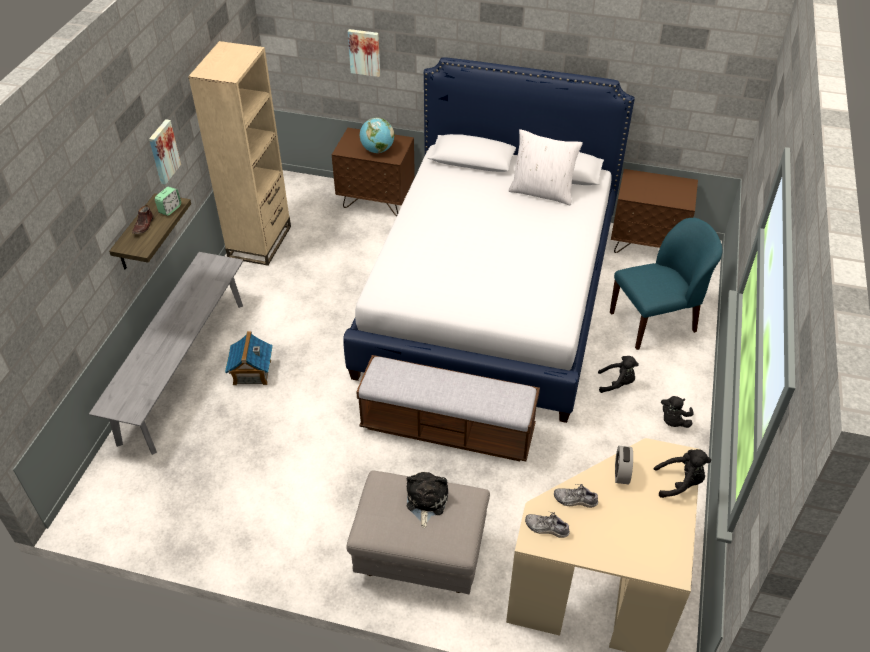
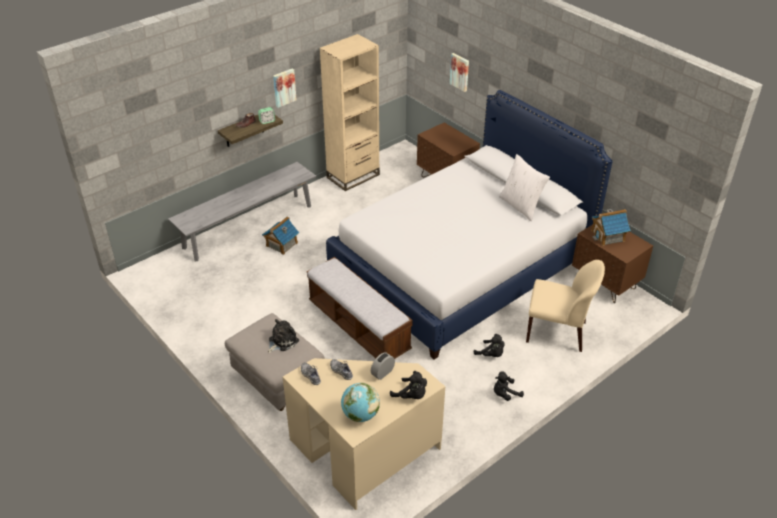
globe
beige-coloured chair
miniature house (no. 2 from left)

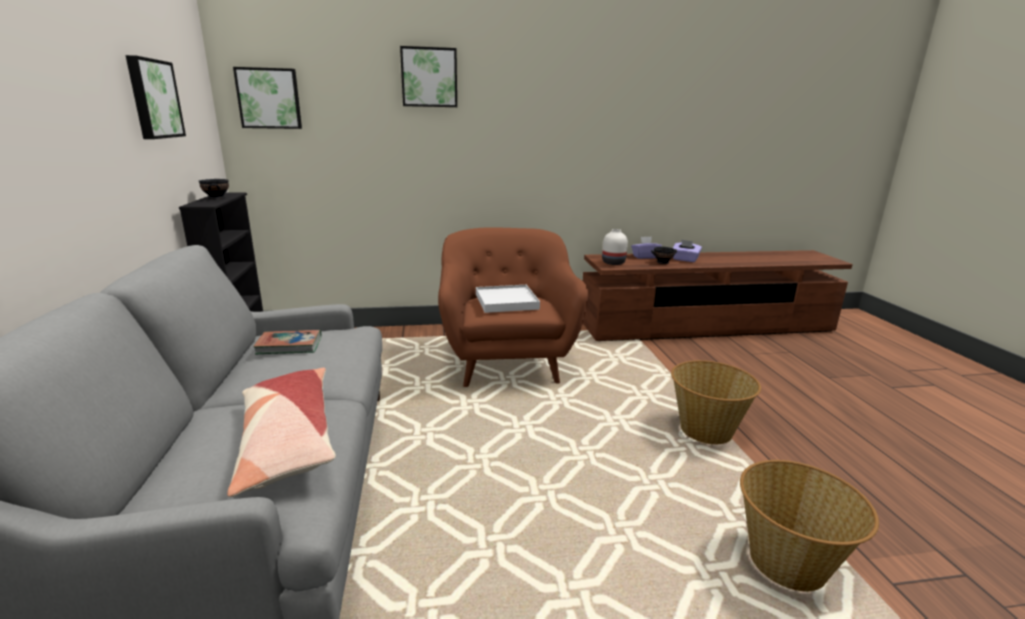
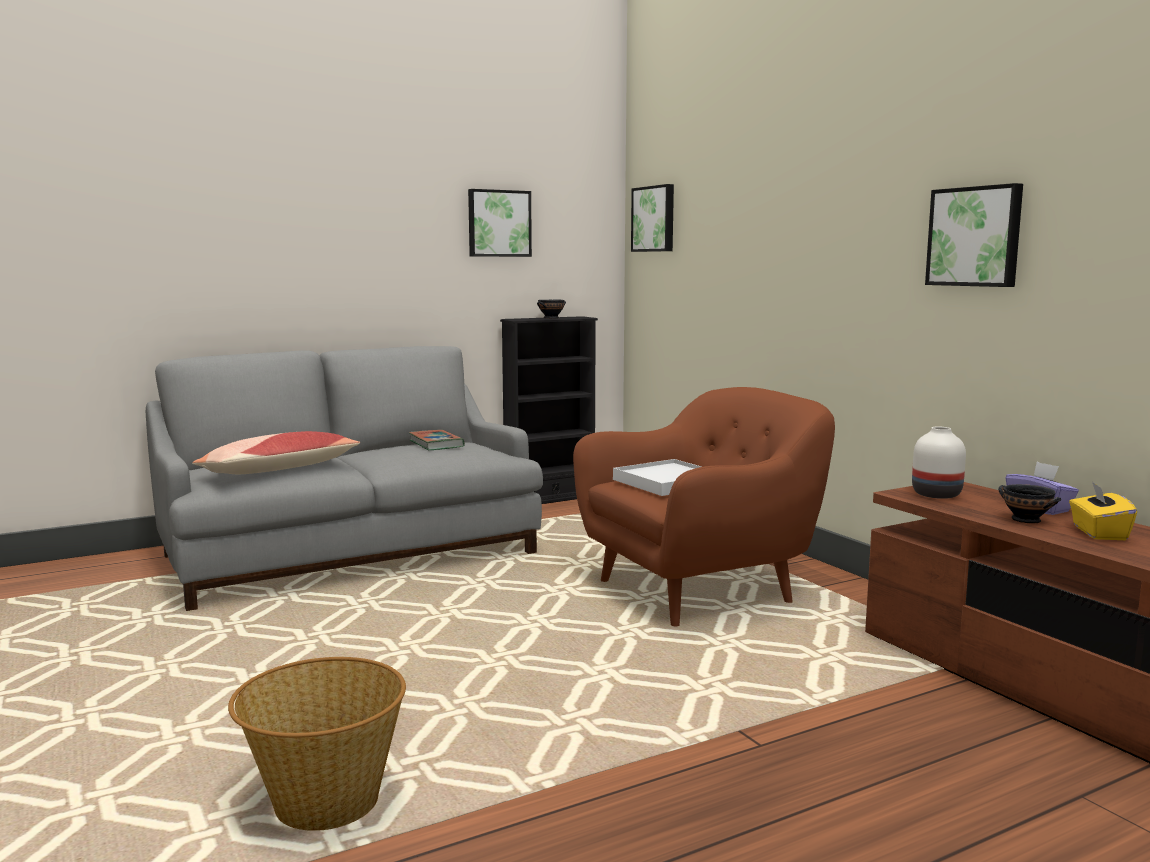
wall picture (no. 3 from left)
yellowish tissue box
storage basket (no. 1 from left in the first image)

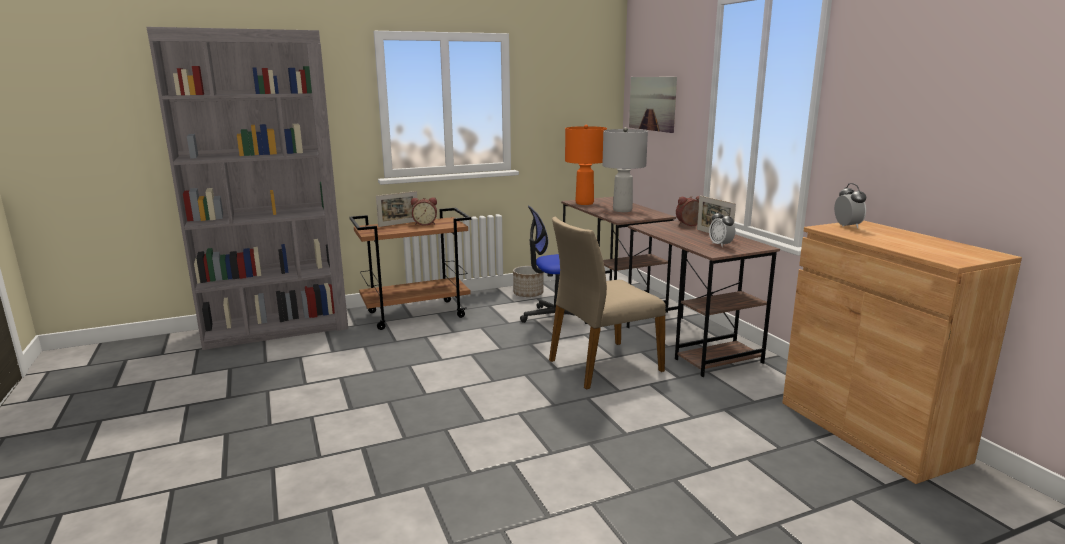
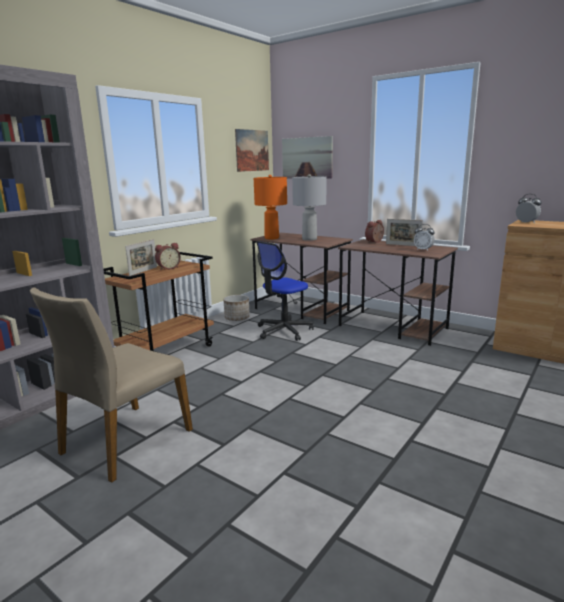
beige-coloured chair
wall picture (no. 1 from left)

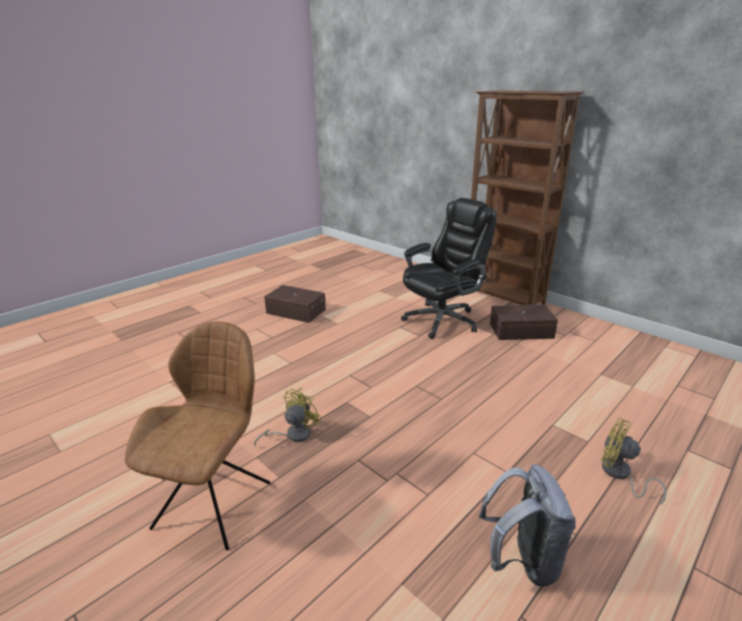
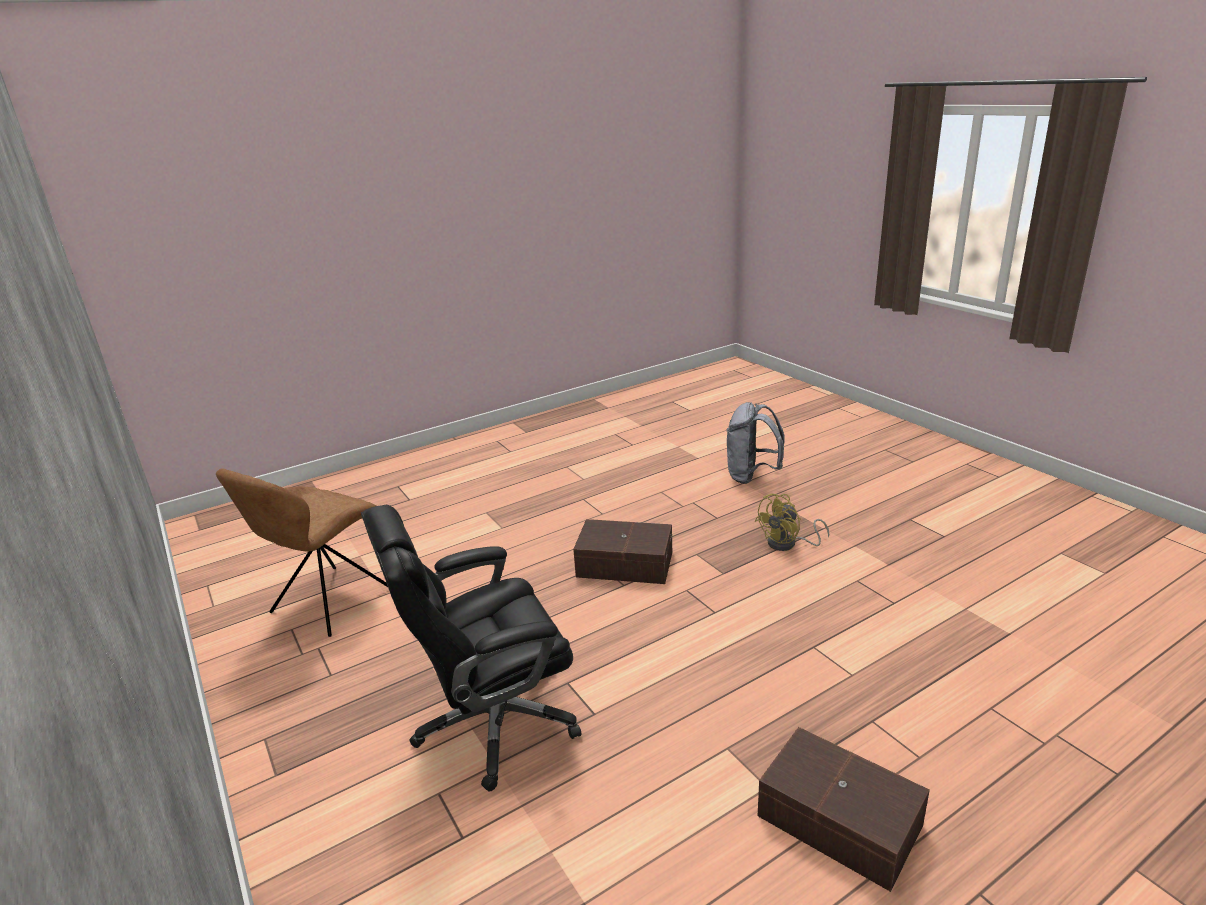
brown shelving unit
brown storage box (no. 1 from left)
brown chair
yellowish electric fan (no. 2 from left in the first image)
gray backpack

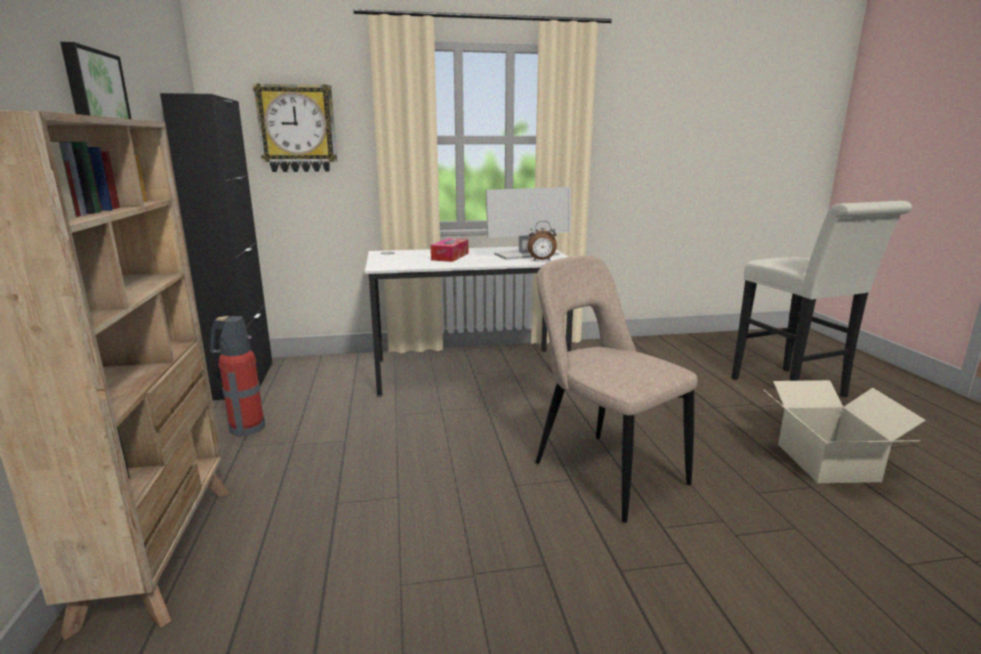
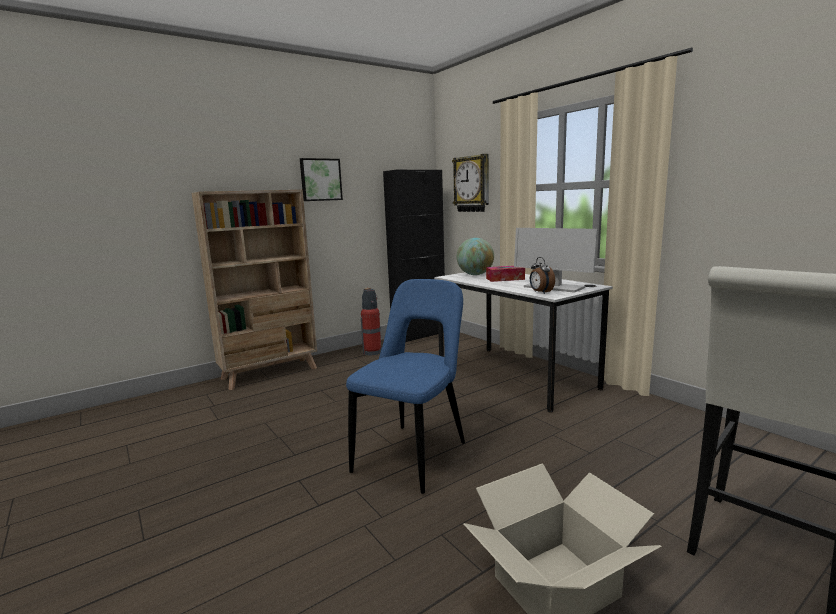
bluish chair
globe

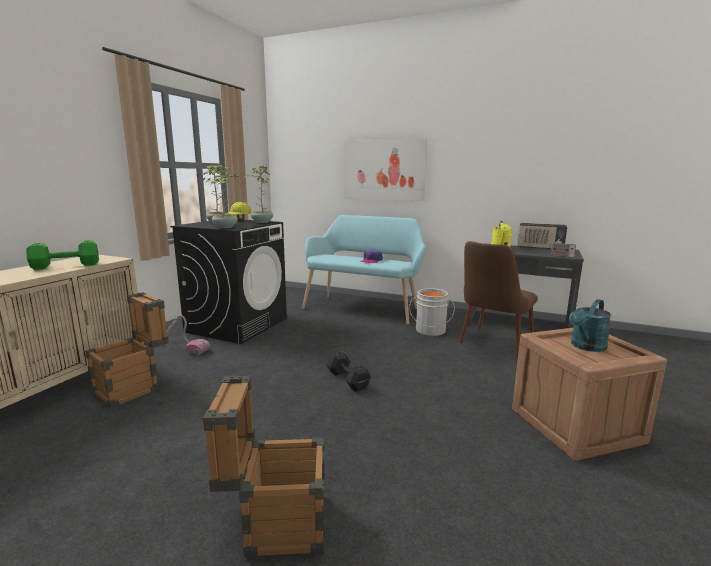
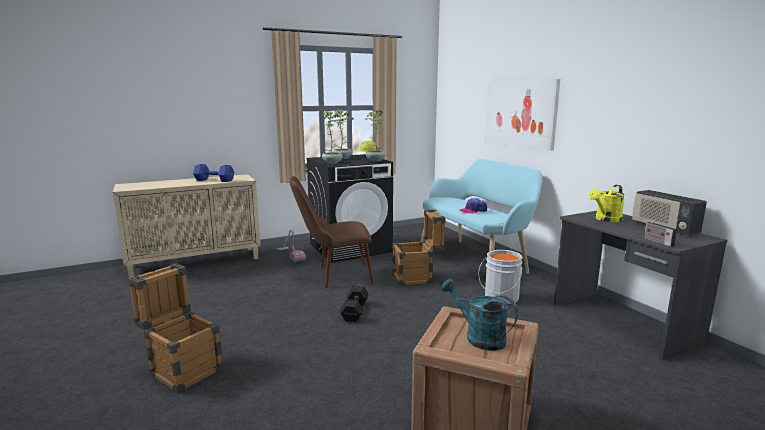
bluish dumbbell
brown chair
crate (no. 2 from left)
turquoise watering pot

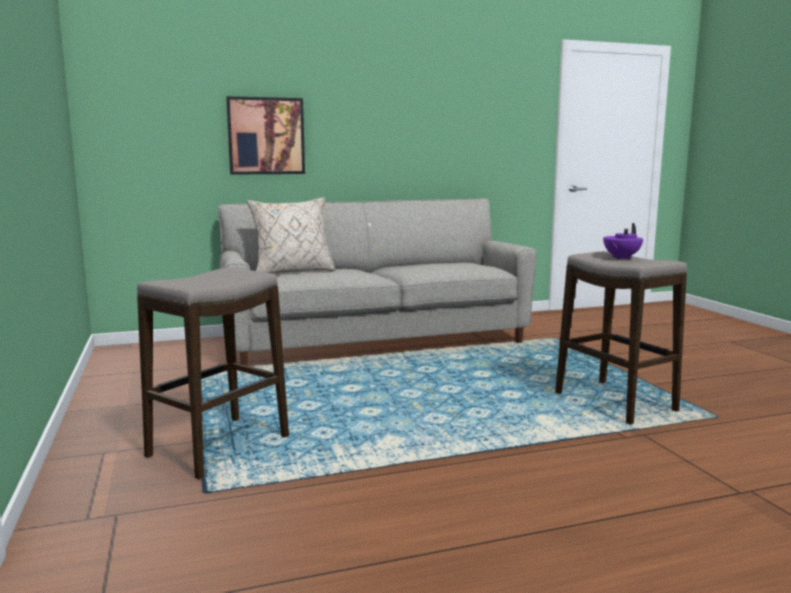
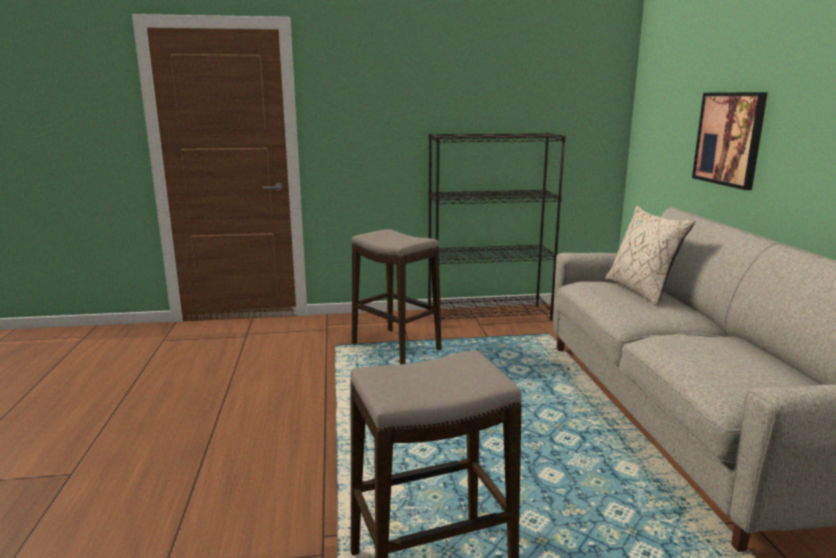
purple-coloured teapot
blackish shelving unit

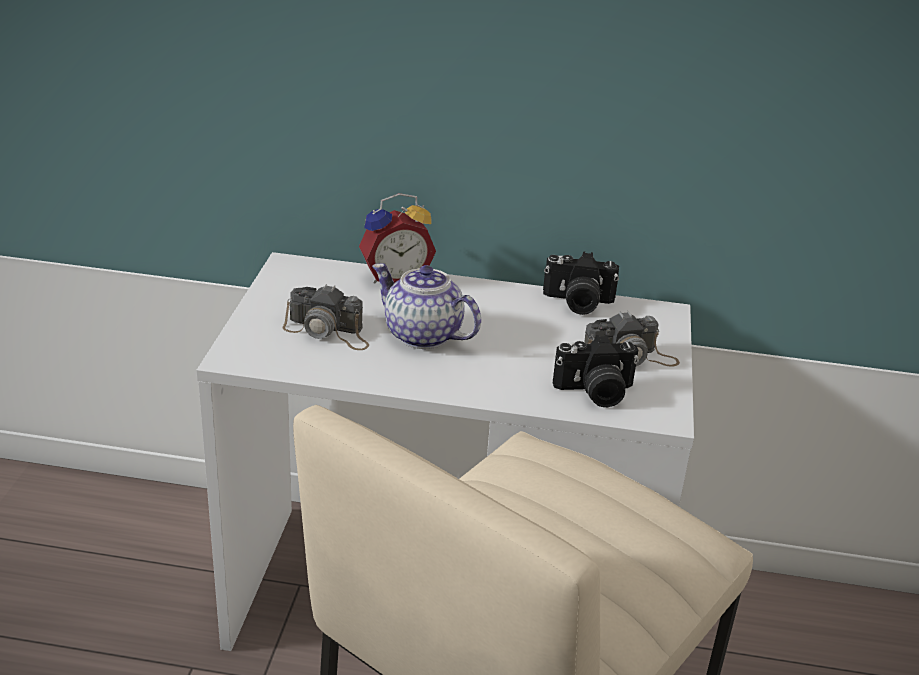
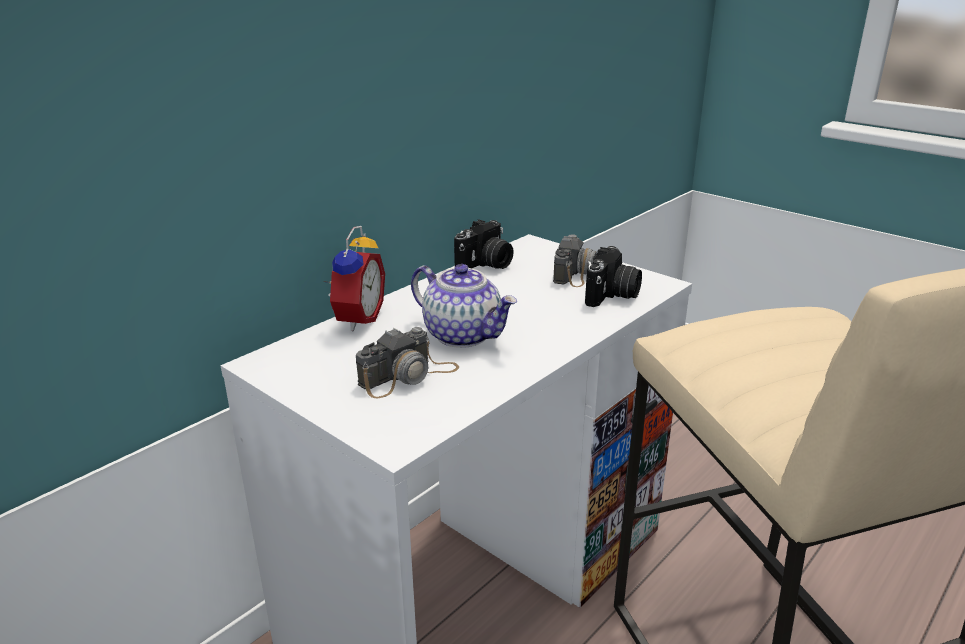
teapot

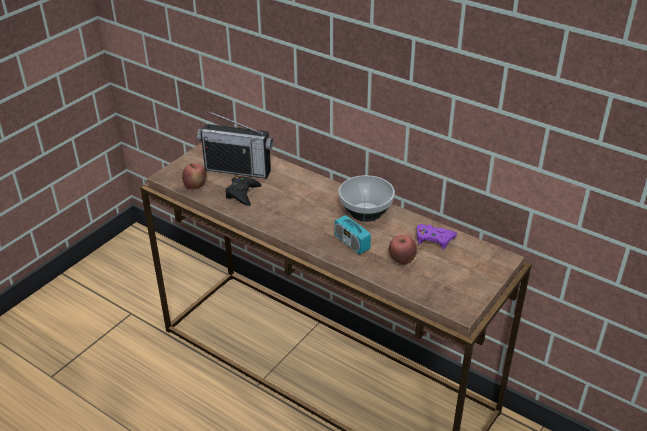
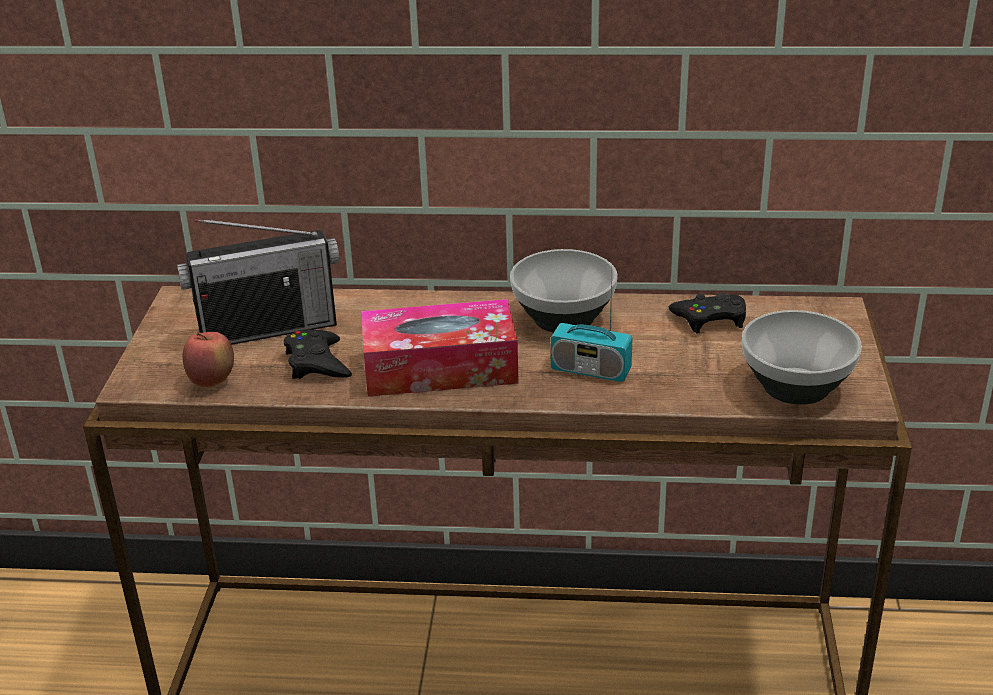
blackish game controller (no. 2 from left)
apple (no. 2 from left in the first image)
tissue box
bowl (no. 2 from left)

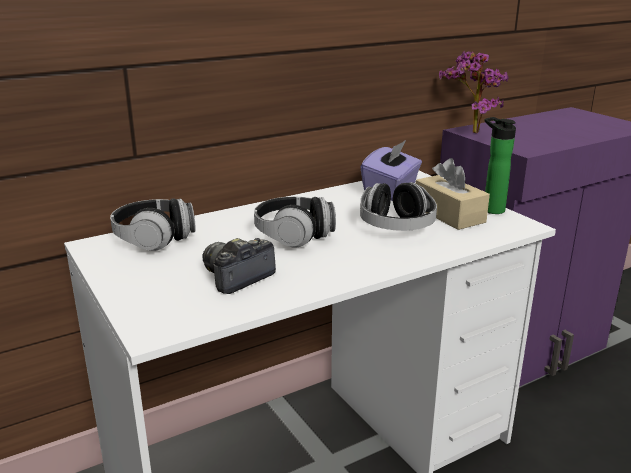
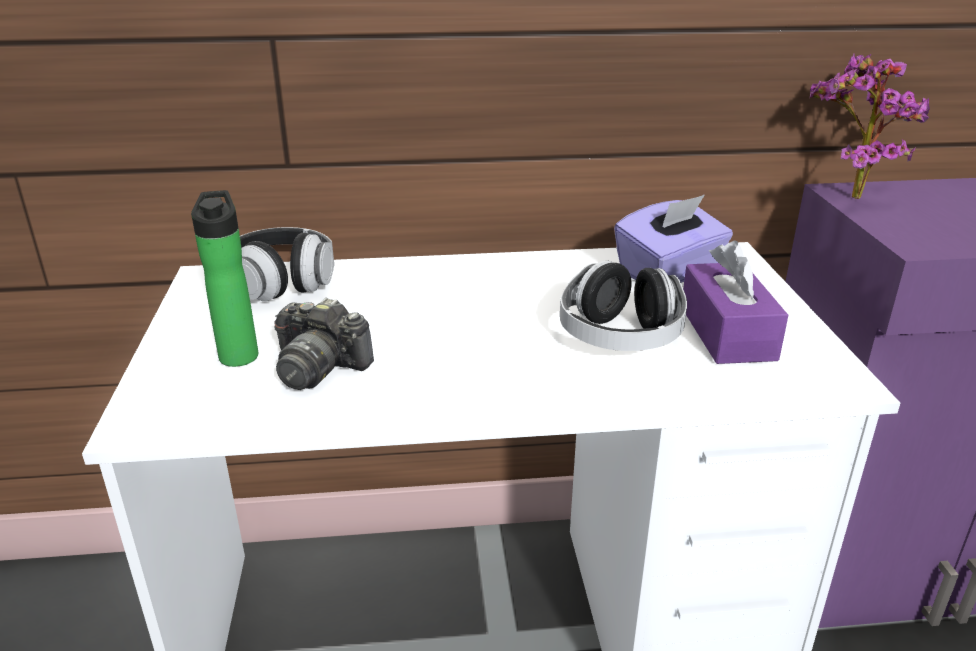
beverage bottle
purple-coloured tissue box (no. 2 from left)
headset (no. 2 from left in the first image)
photo camera

